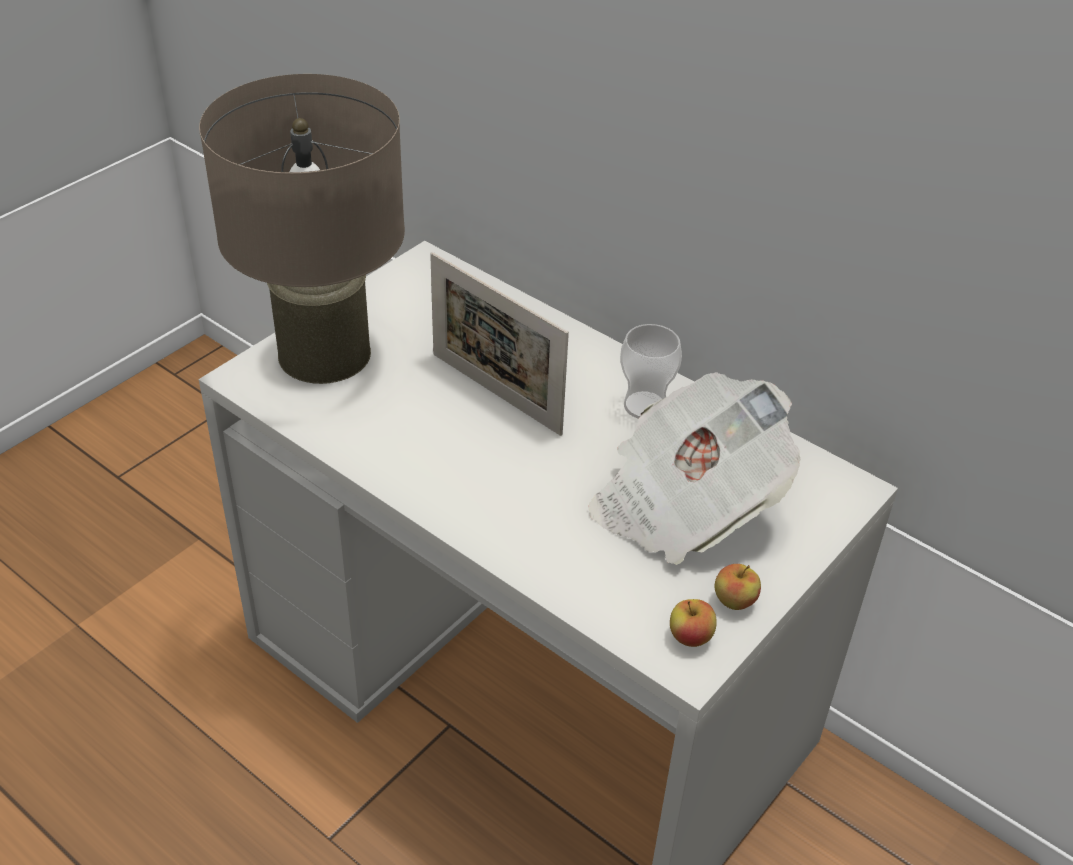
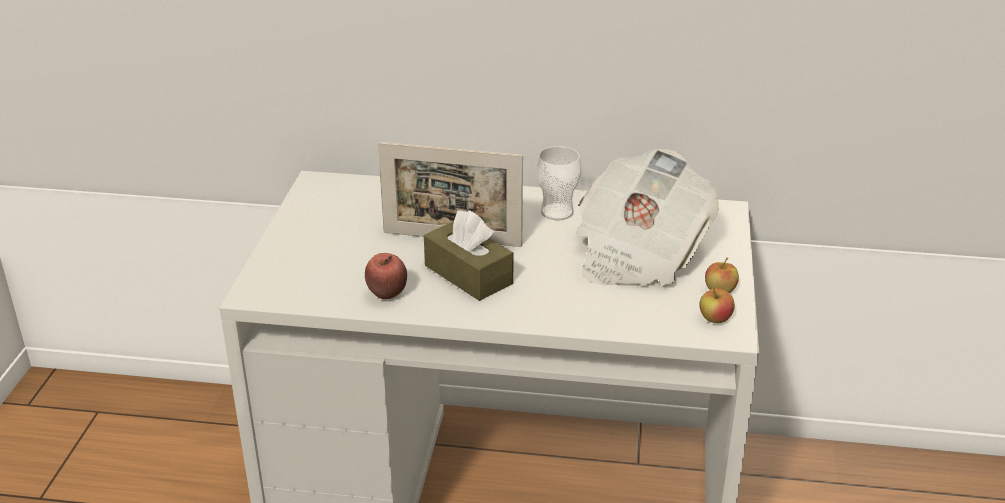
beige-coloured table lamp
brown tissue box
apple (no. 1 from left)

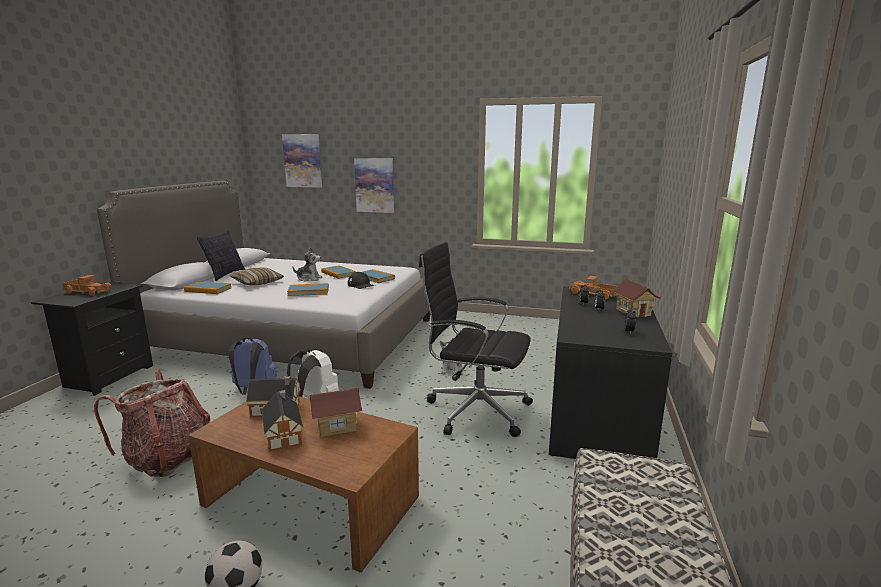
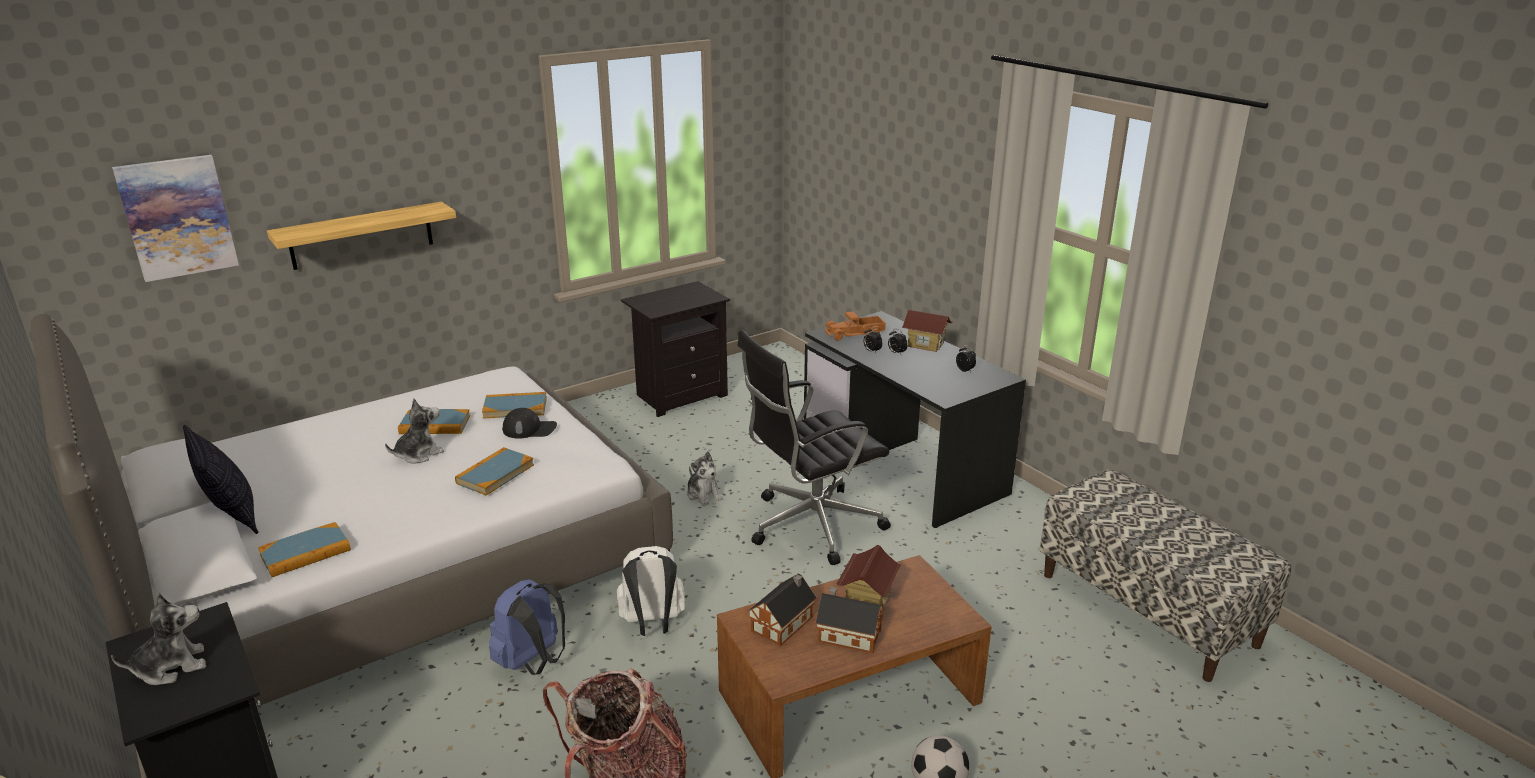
bracket shelf
cushion (no. 2 from left in the first image)
soft toy (no. 1 from left)
blackish nightstand (no. 2 from left)

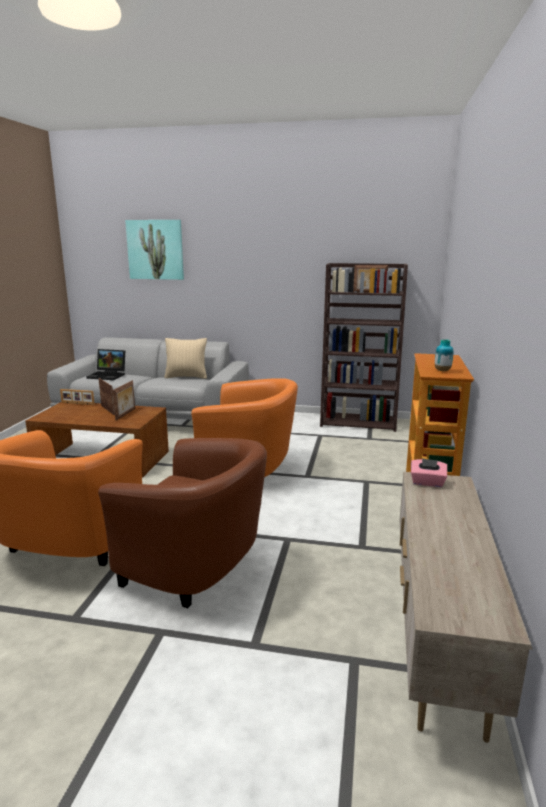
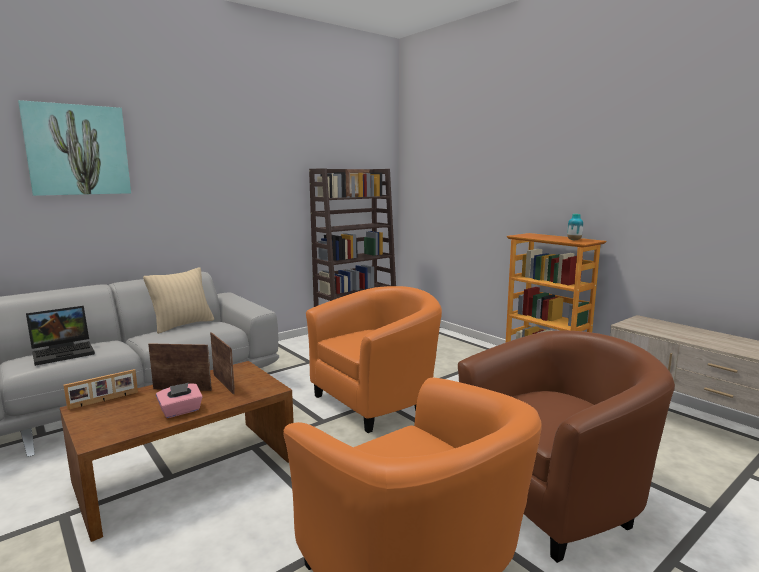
pinkish tissue box

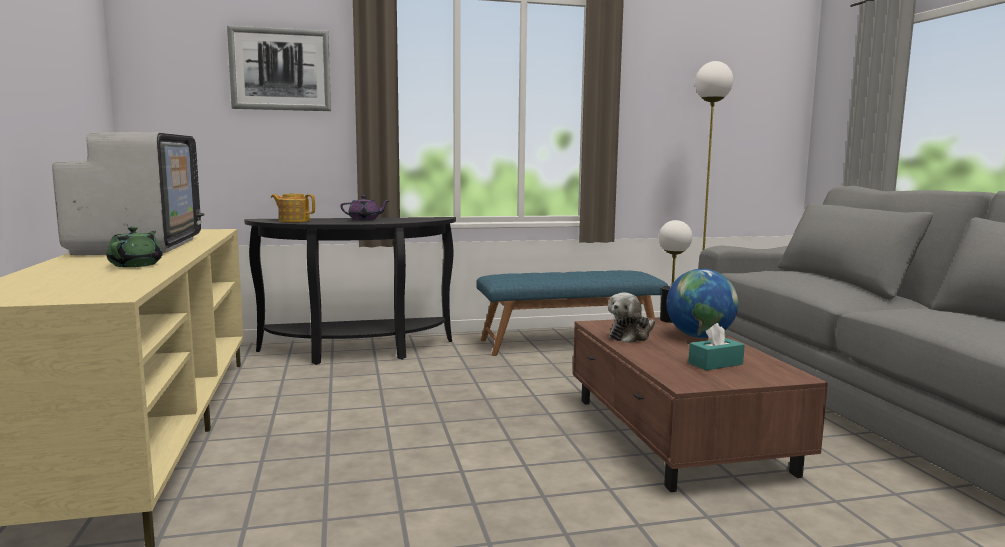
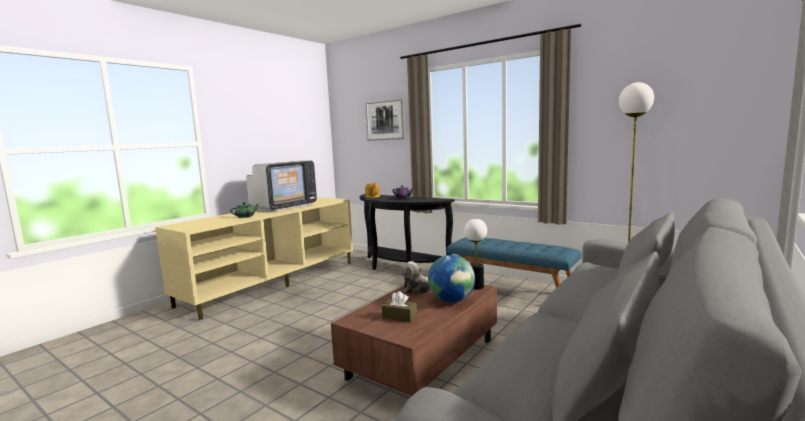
brown tissue box

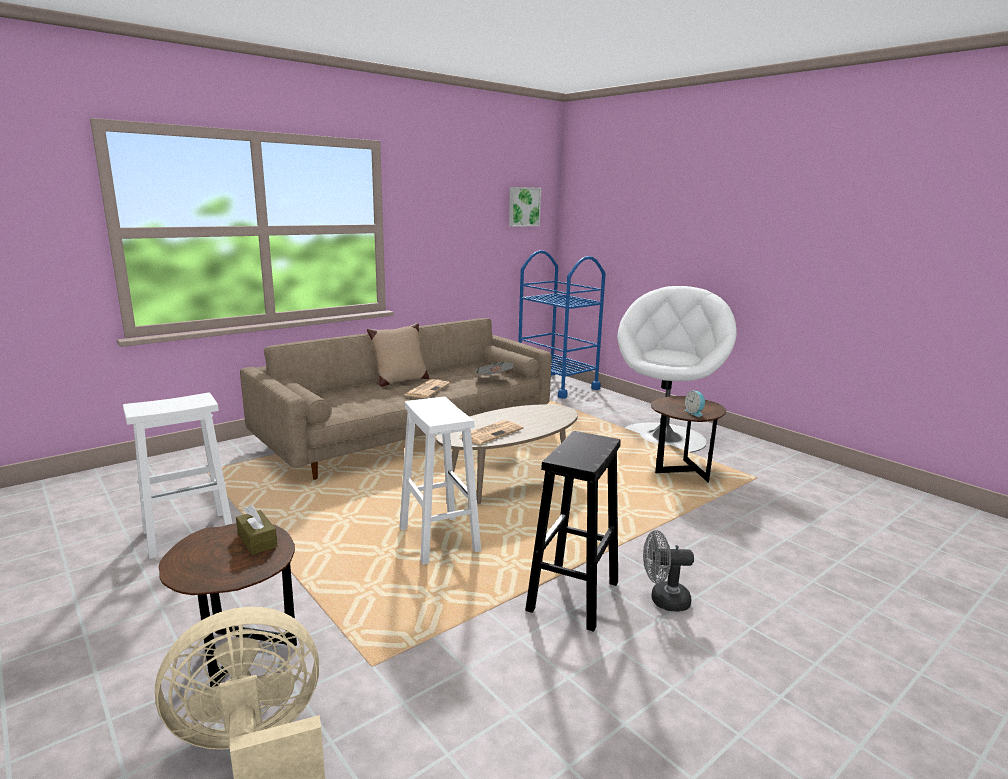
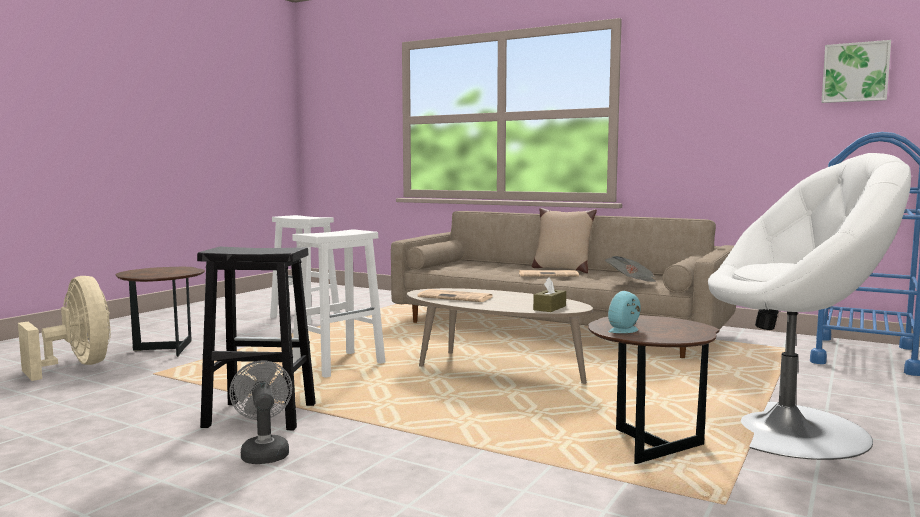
brown tissue box

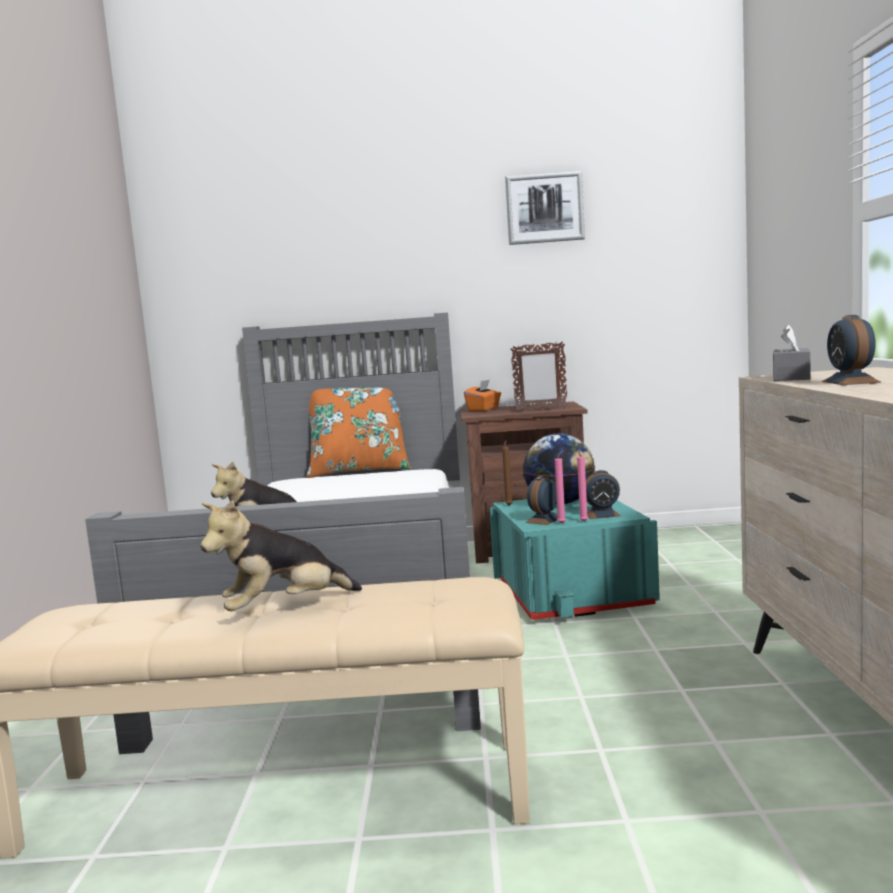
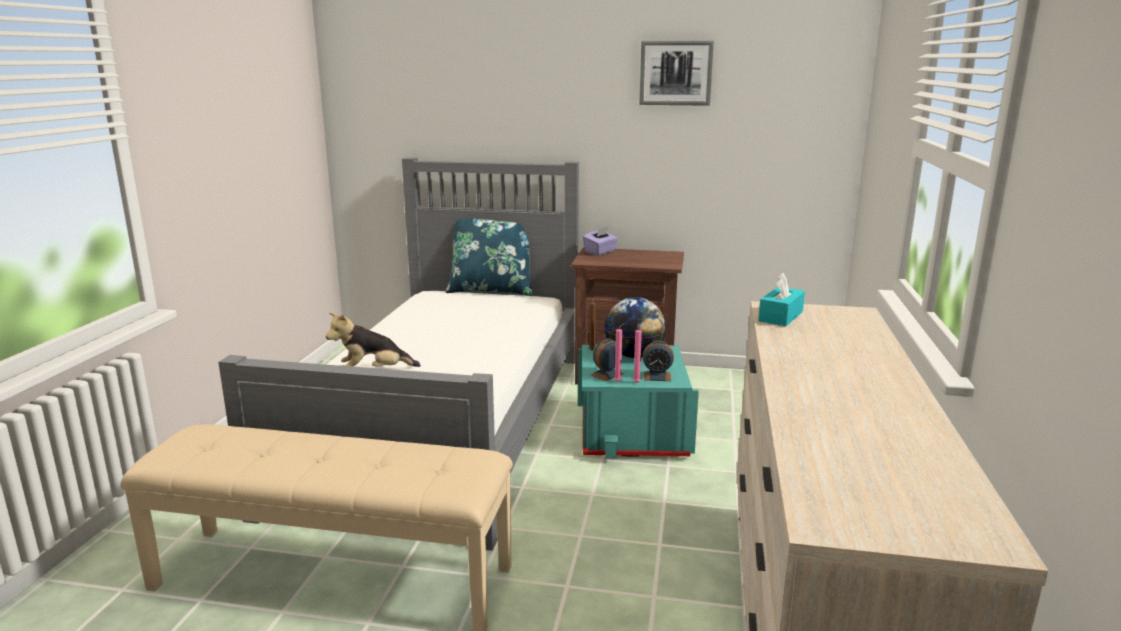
table clock (no. 3 from left in the first image)
turquoise tissue box
standing frame
purple-coloured tissue box
bluish cushion
soft toy (no. 2 from left in the first image)

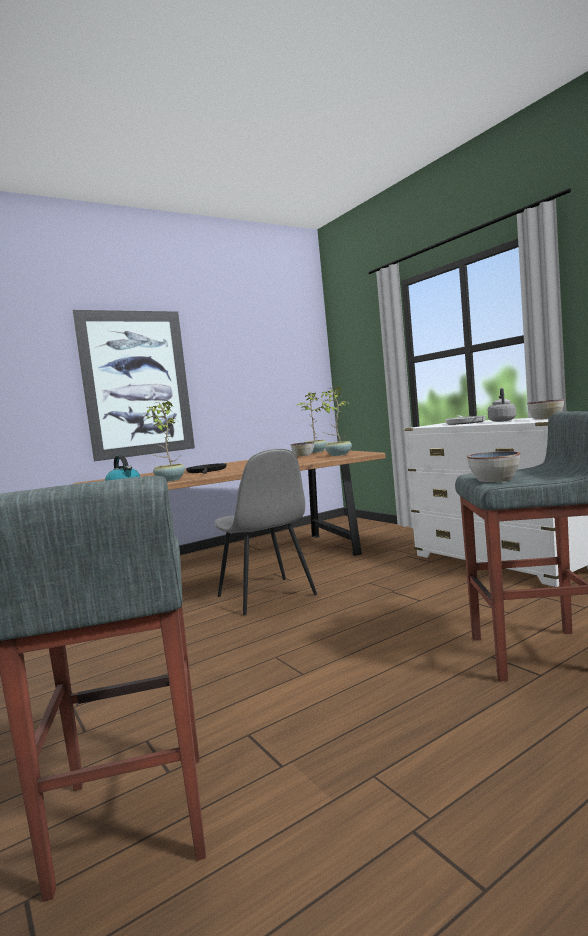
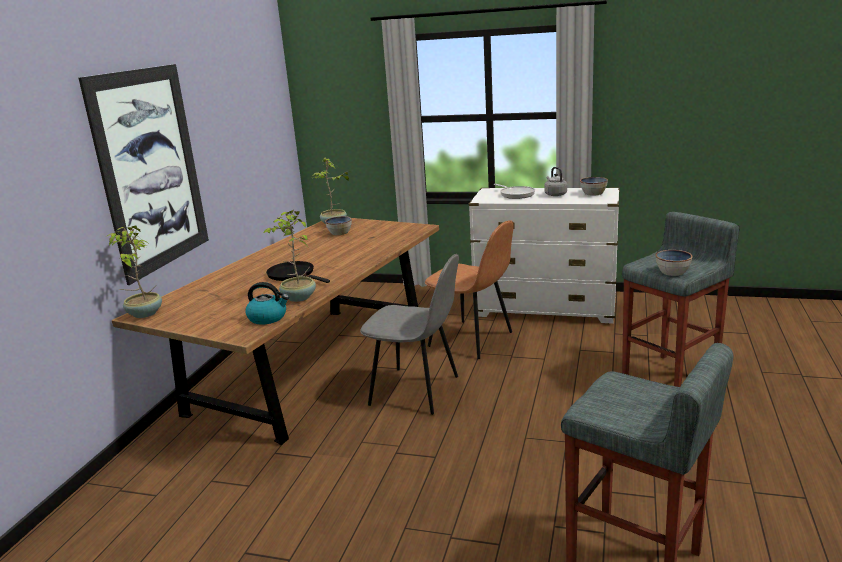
houseplant (no. 1 from left)
brown chair

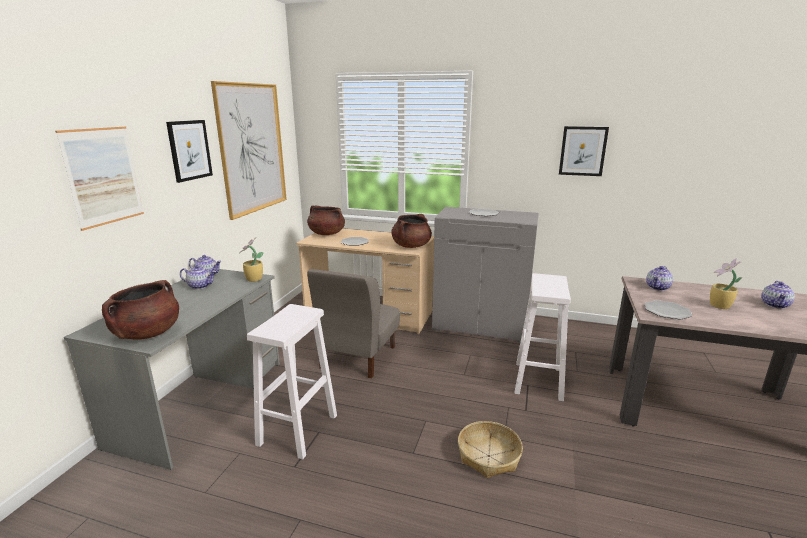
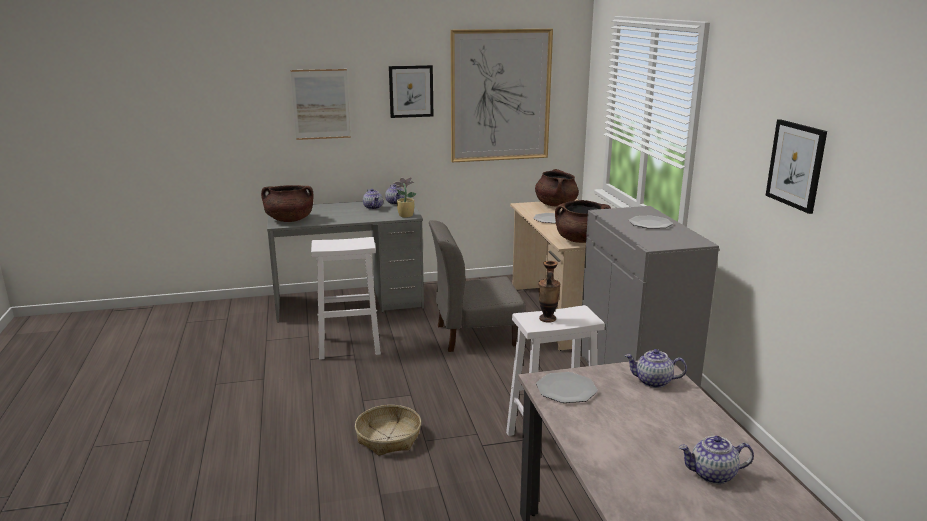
houseplant (no. 2 from left in the first image)
decorative vase

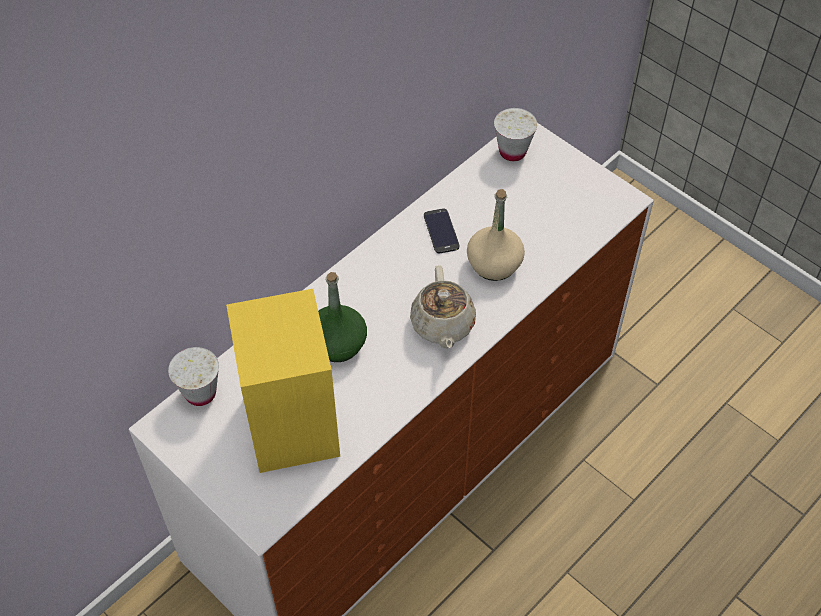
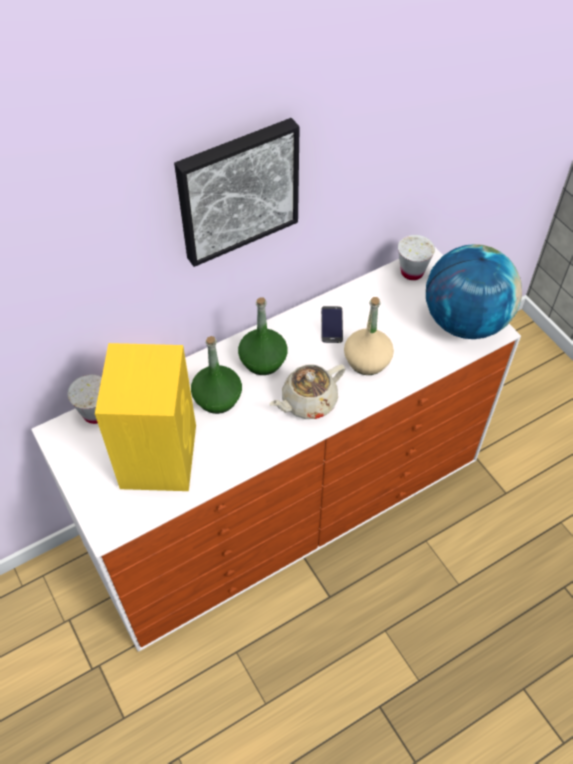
beige-coloured teapot
wall picture
globe
green beverage bottle (no. 2 from left)

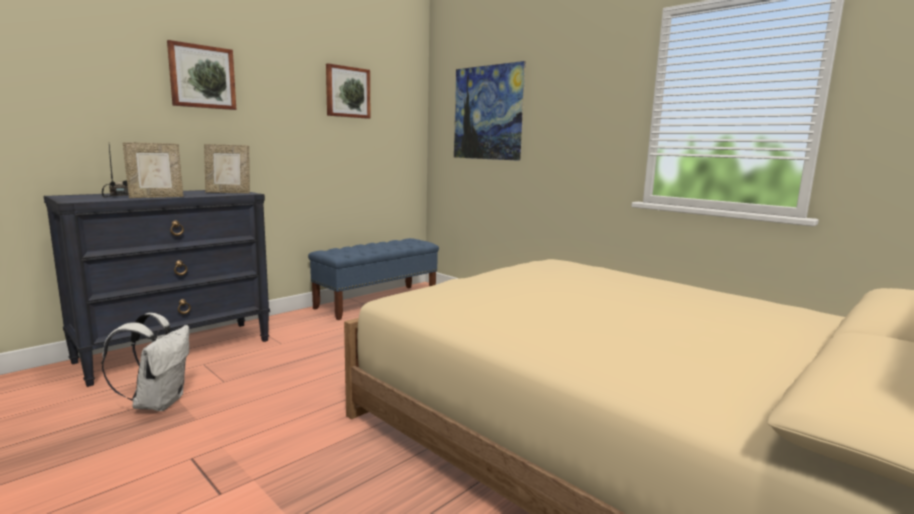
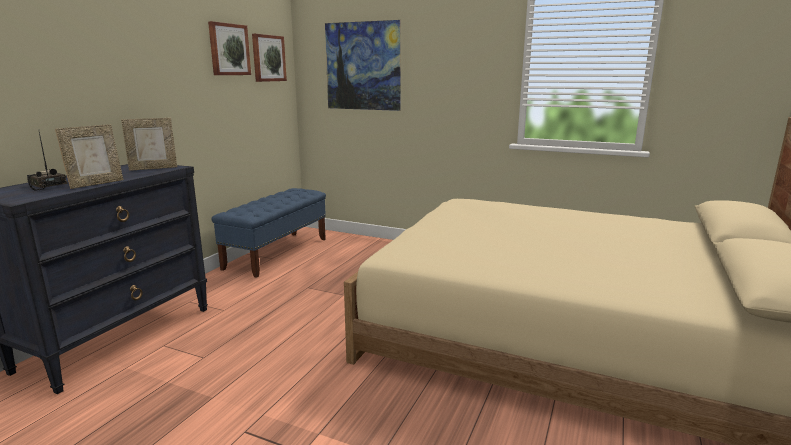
wall picture (no. 2 from left)
white backpack

